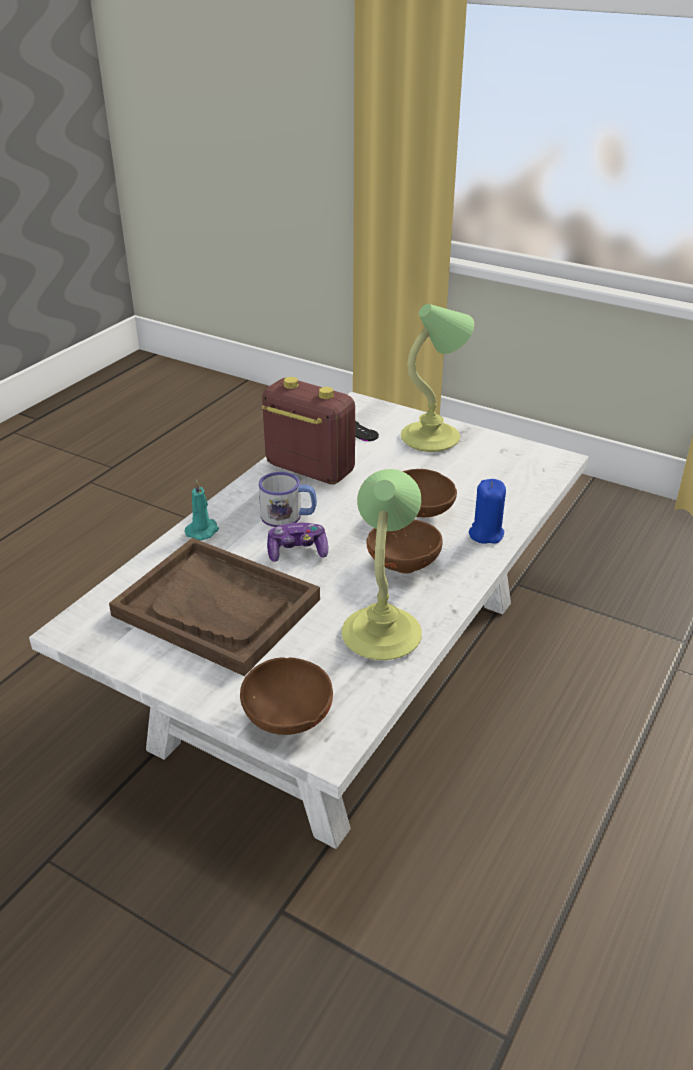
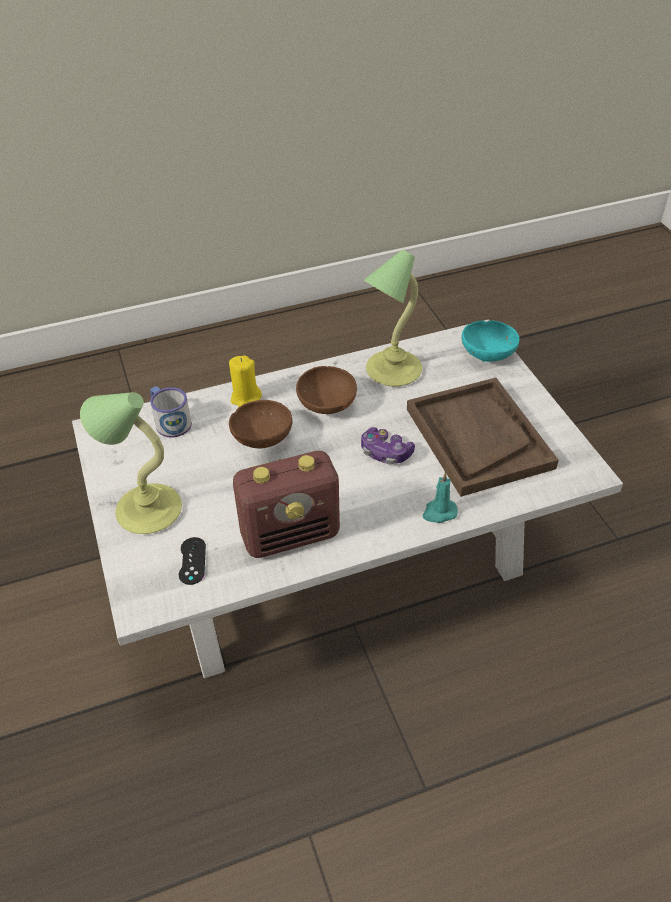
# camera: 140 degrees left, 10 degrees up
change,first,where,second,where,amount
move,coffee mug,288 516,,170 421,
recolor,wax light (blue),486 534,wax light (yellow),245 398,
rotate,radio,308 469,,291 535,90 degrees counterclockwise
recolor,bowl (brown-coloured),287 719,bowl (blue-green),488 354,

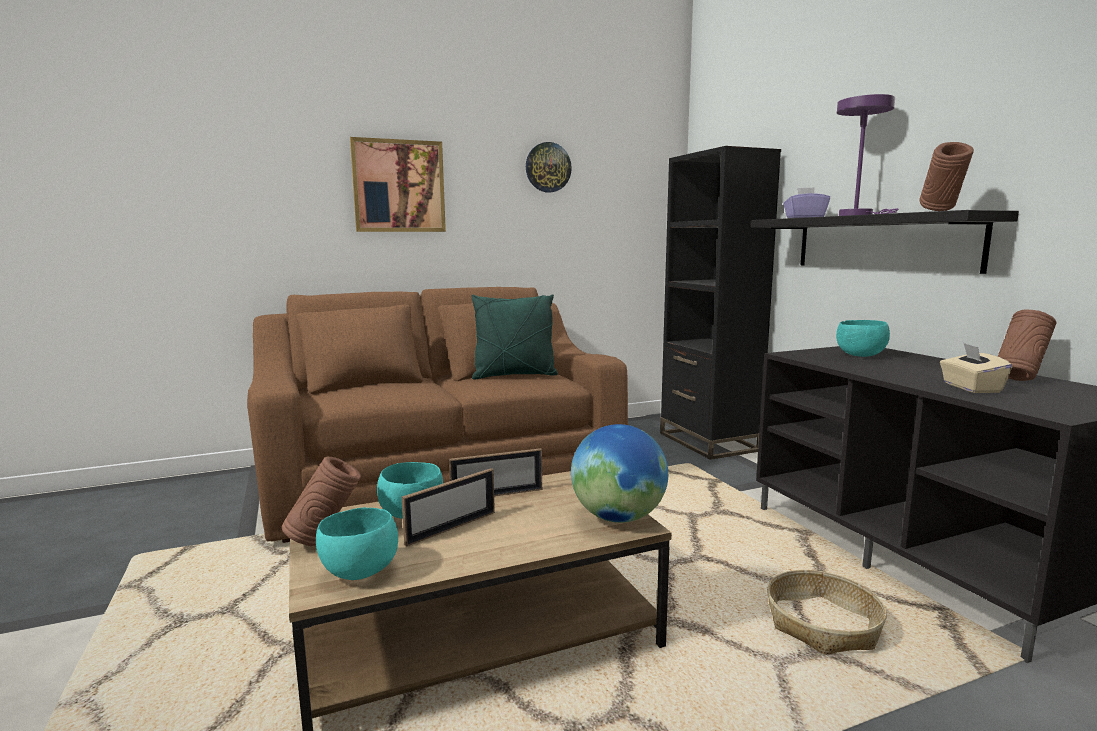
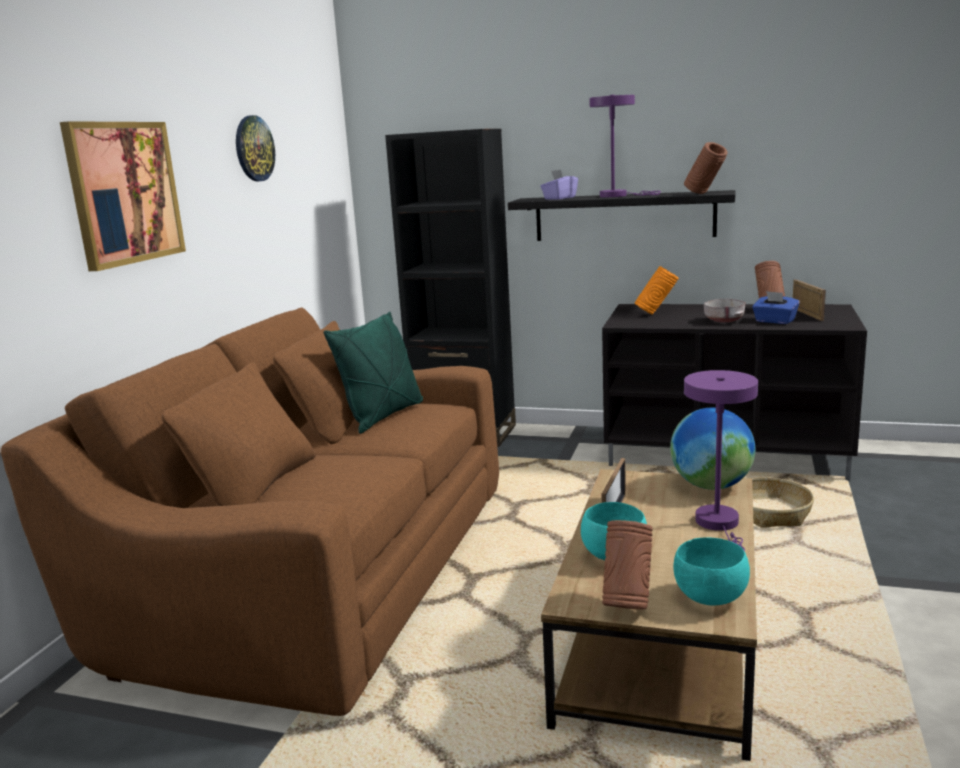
# camera: 50 degrees left, 5 degrees up
change,first,where,second,where,amount
replace,bowl (blue-green),860 356,flower vase (orangey),656 314,
insert,,,table lamp (purple),720 525,
insert,,,bowl (greyish),723 321,
recolor,box of tissues (beige-coloured),970 388,box of tissues (blue),774 321,
move,photo frame,451 528,,807 314,

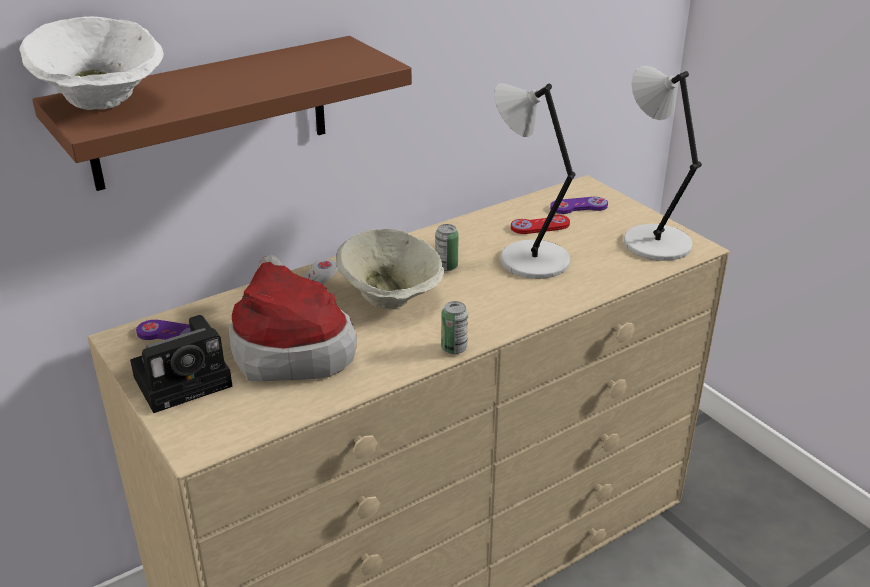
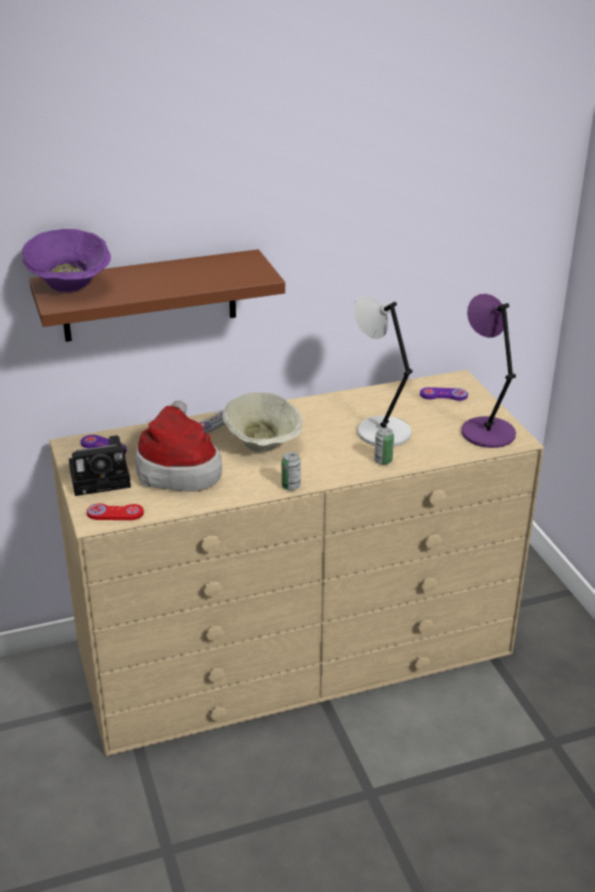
# camera: 15 degrees right, 0 degrees up
change,first,where,second,where,amount
recolor,bowl (white-coloured),103 102,bowl (purple),70 286,
move,joypad (red-coloured),540 226,,115 513,
move,can,446 266,,383 461,
recolor,table lamp (greyish),653 242,table lamp (purple),485 432,

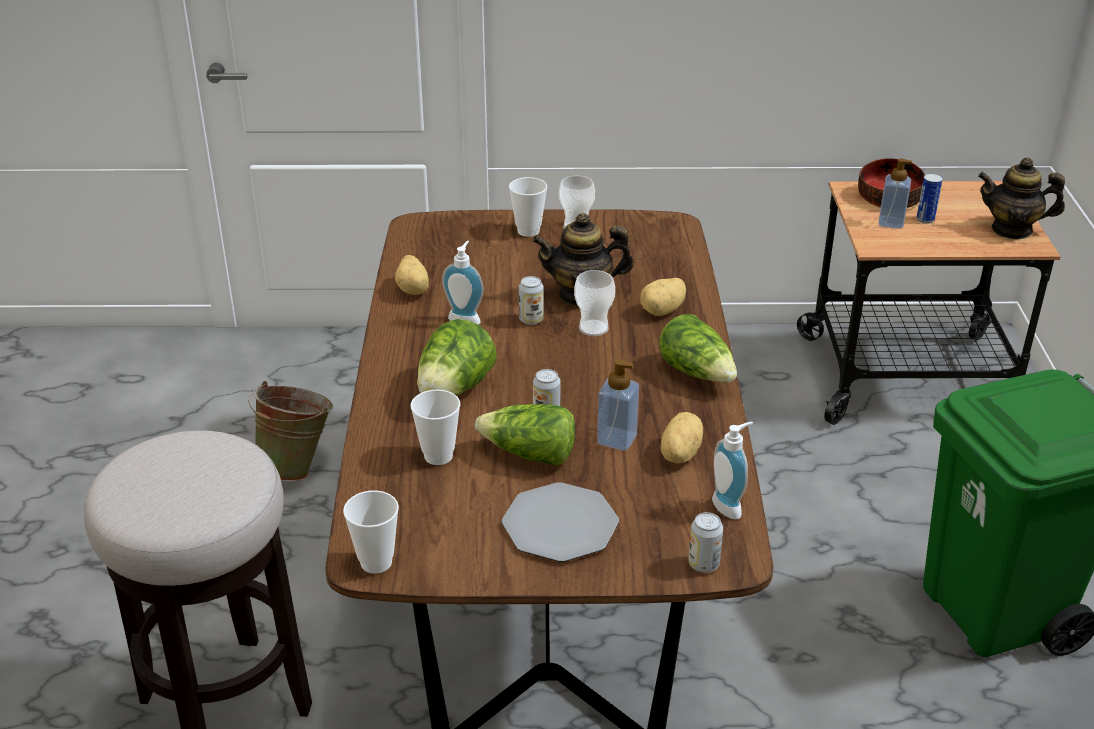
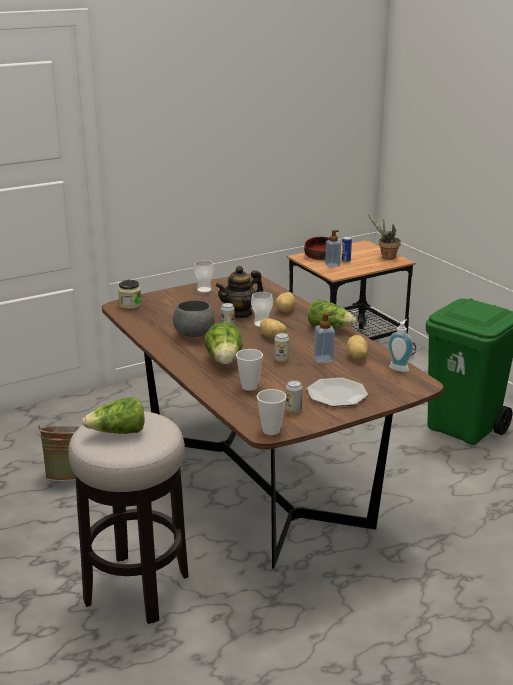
# camera: 30 degrees left, 10 degrees down
change,first,where,second,where,amount
move,lettuce,530 454,,118 432,
insert,,,jar,130 305,
replace,soap bottle,465 318,bowl (greyish),194 335,
move,potato,413 289,,273 337,
move,can,703 564,,293 410,
replace,teapot,1012 230,houseplant,386 257,
delete,cup,528 231,,,

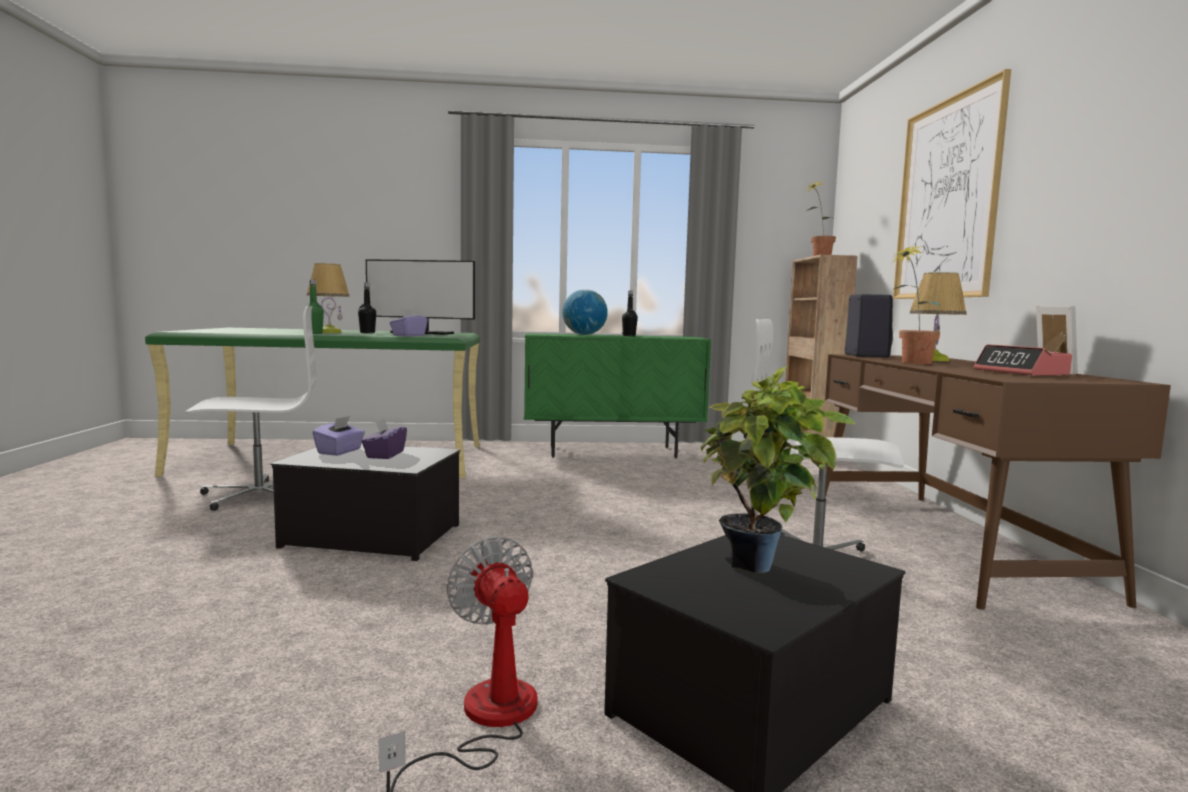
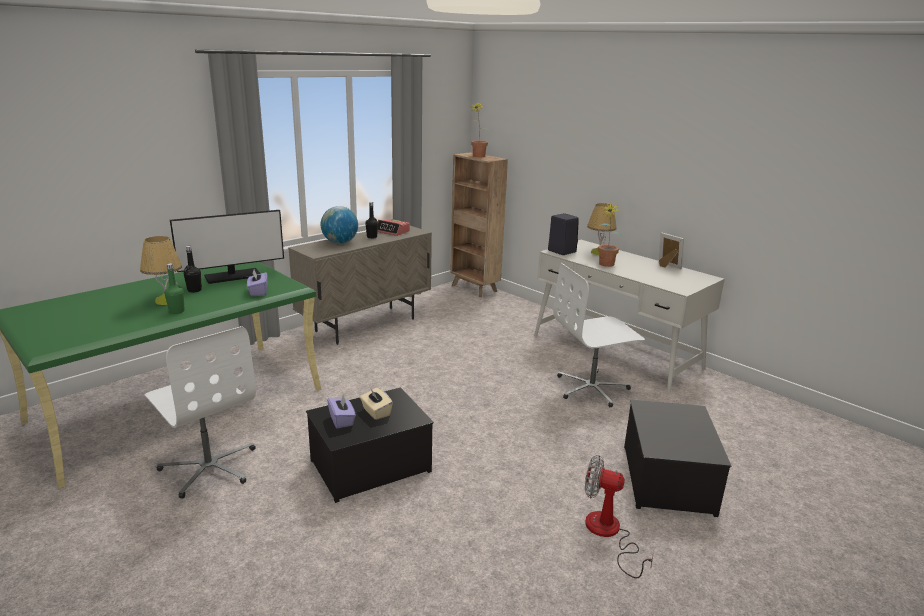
# camera: 40 degrees left, 15 degrees up
change,first,where,second,where,amount
rotate,office chair (white-coloured),258 495,,210 467,105 degrees clockwise
recolor,storage cabinet (green-coloured),612 452,storage cabinet (beige-coloured),366 325,
recolor,box of tissues (purple),384 455,box of tissues (beige-coloured),376 412,
move,table clock,1021 373,,392 231,
recolor,desk unit (brown-coloured),943 542,desk unit (white-coloured),615 351,
delete,houseplant,759 570,,,
delete,wall art,947 199,,,

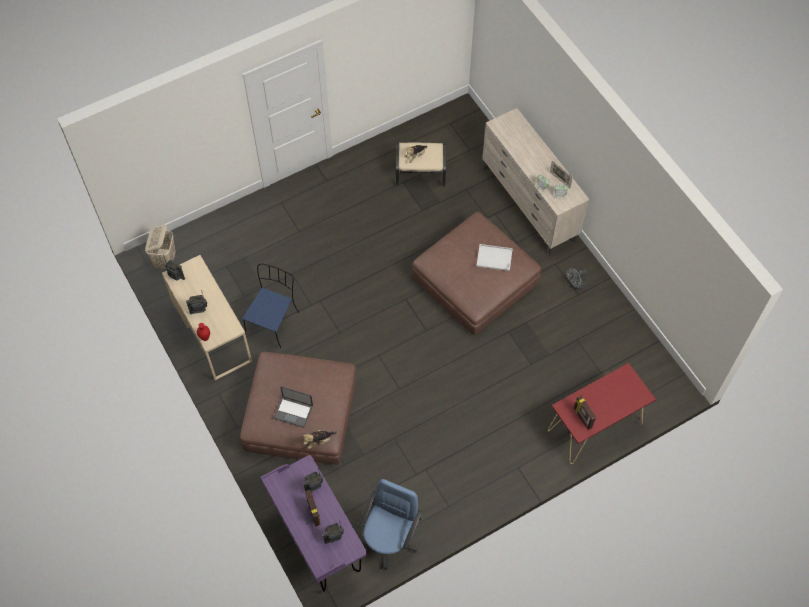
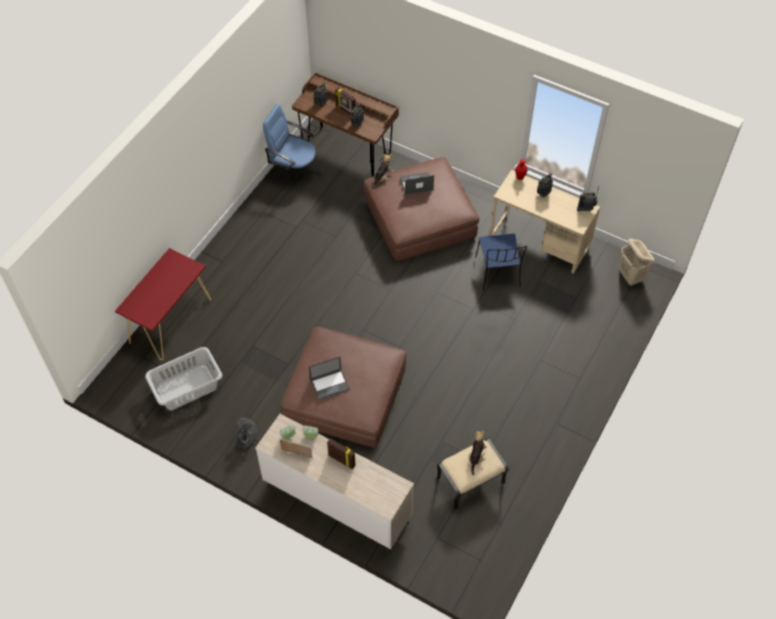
# camera: 150 degrees right, 5 degrees down
change,first,where,second,where,amount
insert,,,washing basket (greyish),186 387,
rotate,office chair (blue),389 539,,294 173,120 degrees clockwise
recolor,desk unit (purple),317 540,desk unit (brown-coloured),347 150,
replace,carrying tray (white-coloured),493 258,laptop,330 384,
move,photo frame,582 418,,342 460,

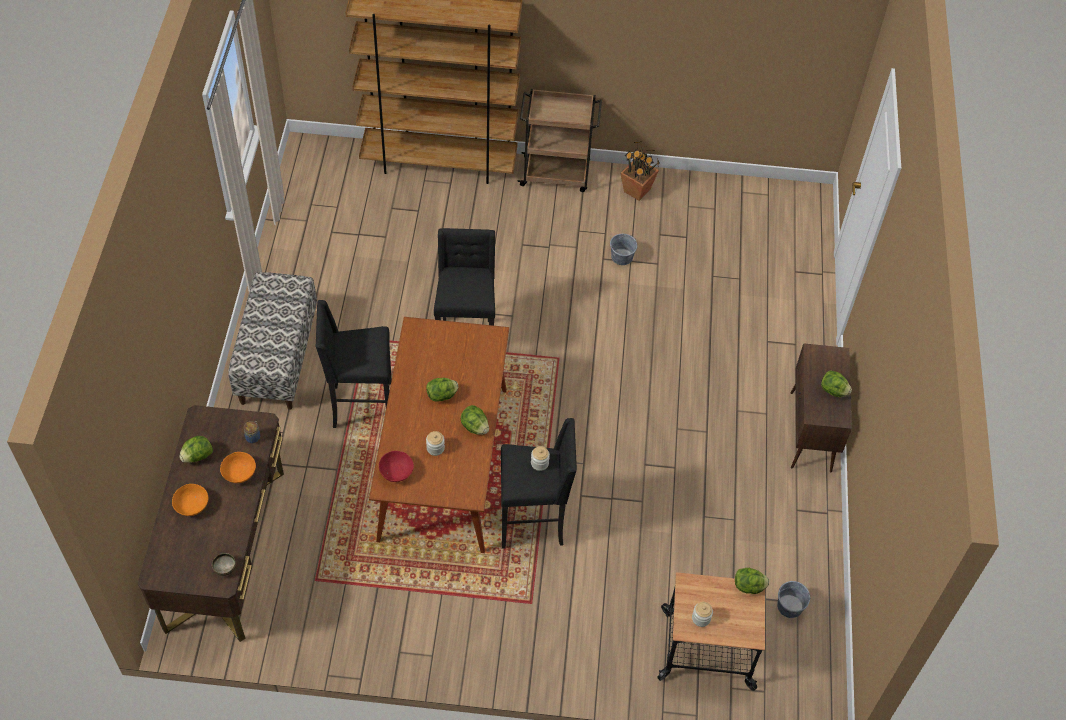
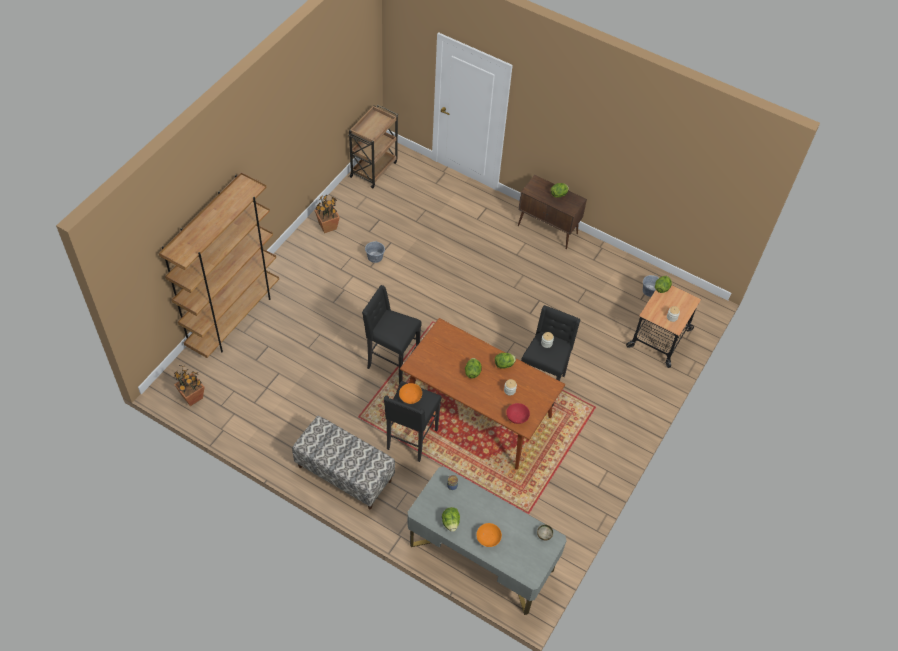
# camera: 65 degrees left, 0 degrees up
change,first,where,second,where,amount
insert,,,houseplant,192 397,
move,trolley (brown-coloured),556 174,,374 169,
move,bowl (orangey),239 473,,410 397,
recolor,desk unit (brown-coloured),225 549,desk unit (greyish),481 557,

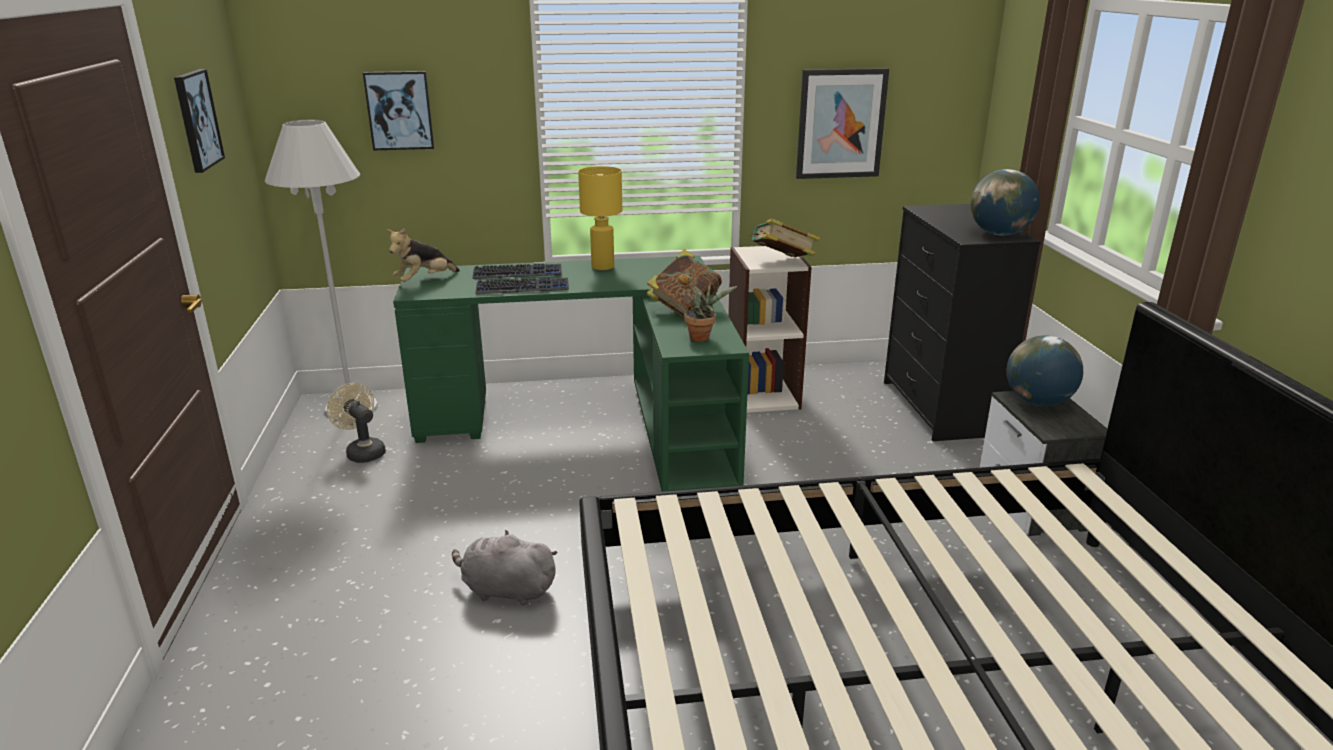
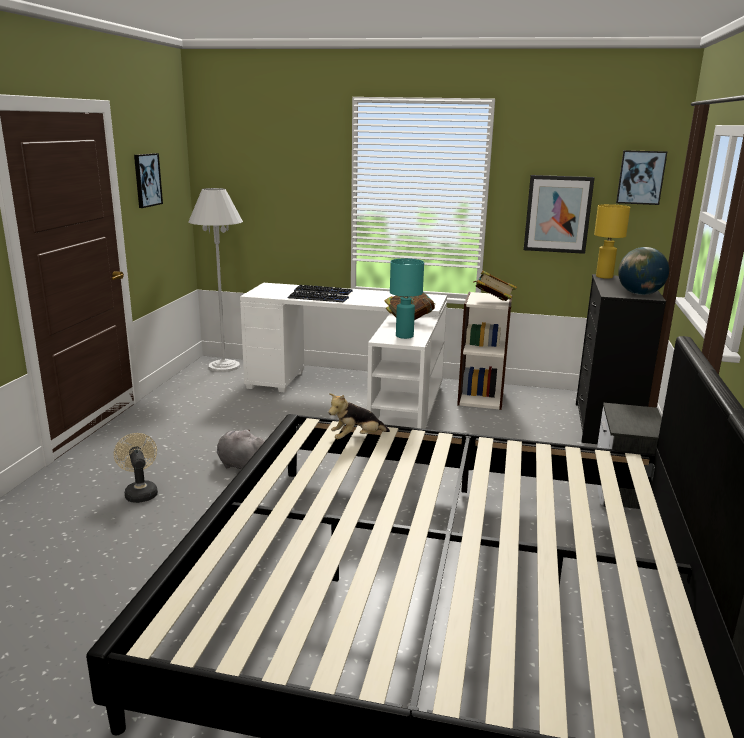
# camera: 20 degrees right, 5 degrees down
change,first,where,second,where,amount
move,electric fan (beige-coloured),362 452,,140 492,
recolor,desk unit (green-coloured),596 424,desk unit (white-coloured),358 396,
move,plush toy,424 281,,356 438,
replace,houseplant,702 337,table lamp (blue-green),404 336,
move,table lamp (yellow),603 267,,604 277,
move,wall art,399 110,,640 177,
delete,world globe,1038 402,,,

